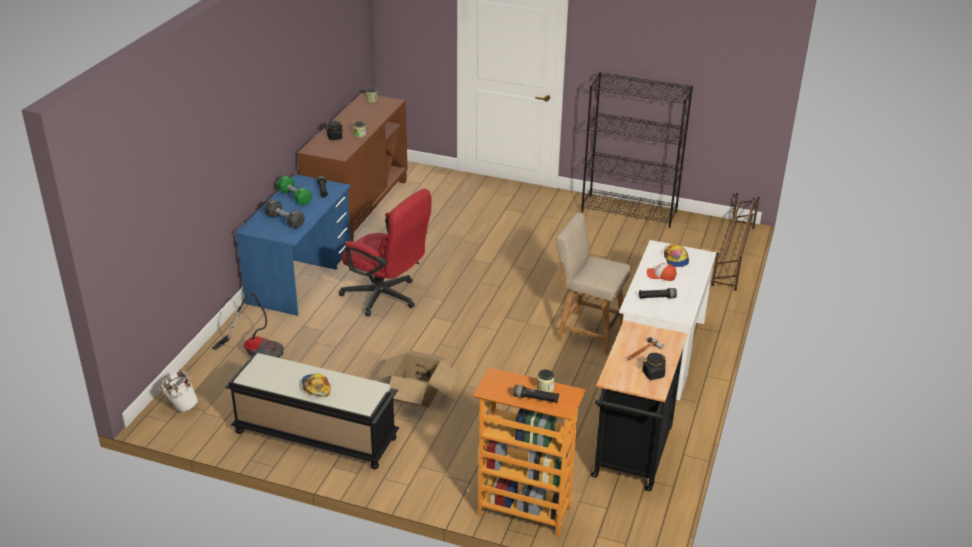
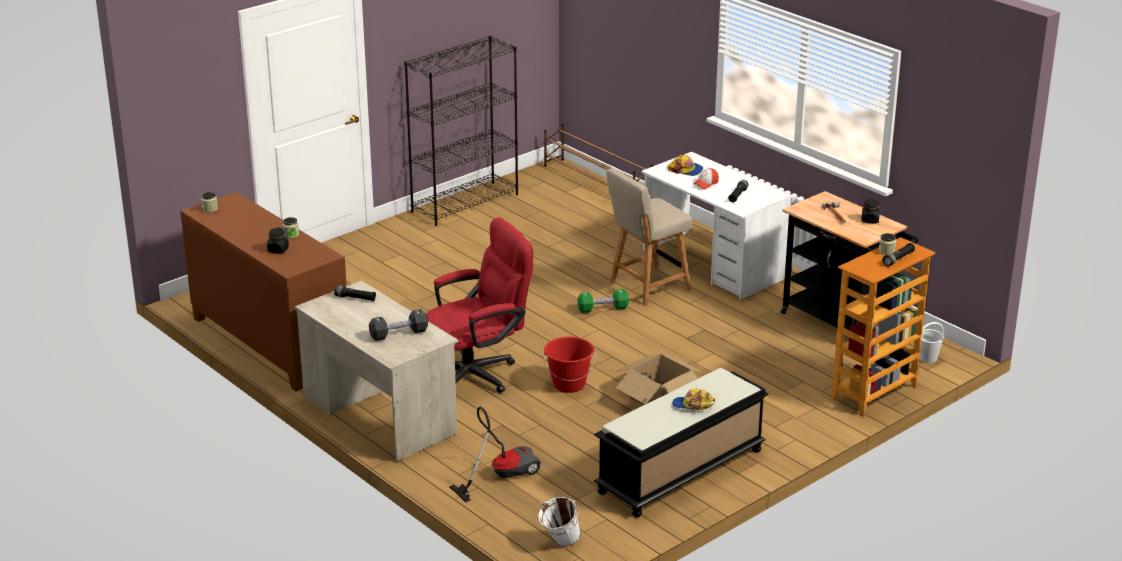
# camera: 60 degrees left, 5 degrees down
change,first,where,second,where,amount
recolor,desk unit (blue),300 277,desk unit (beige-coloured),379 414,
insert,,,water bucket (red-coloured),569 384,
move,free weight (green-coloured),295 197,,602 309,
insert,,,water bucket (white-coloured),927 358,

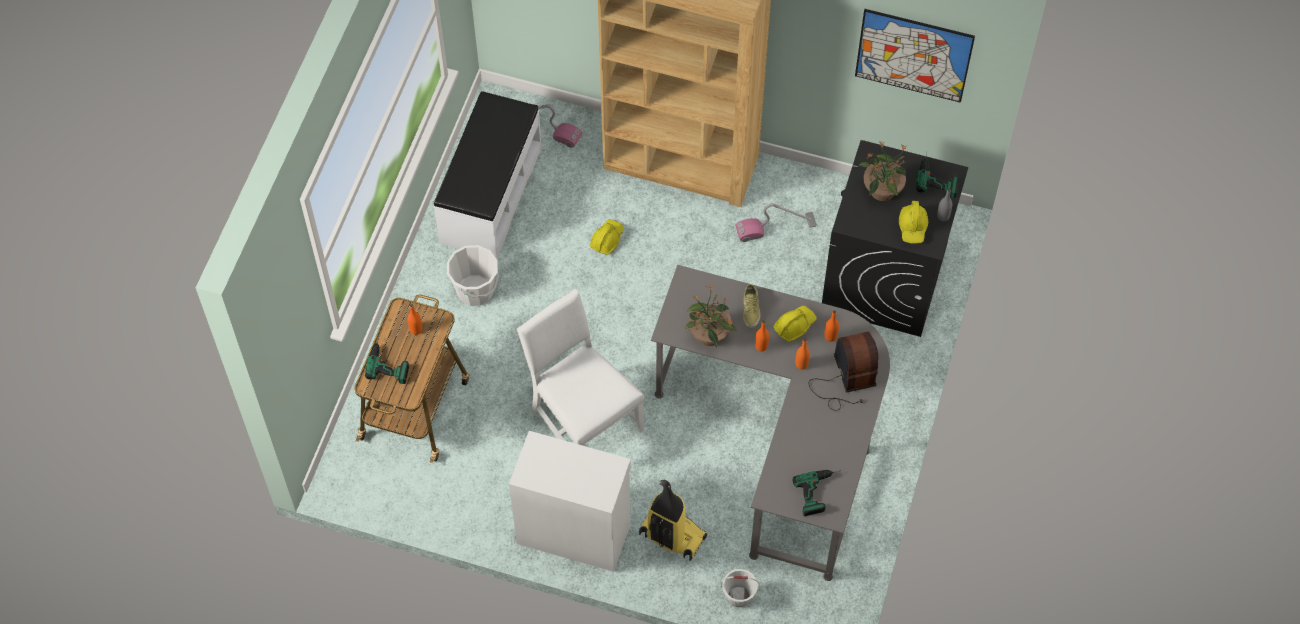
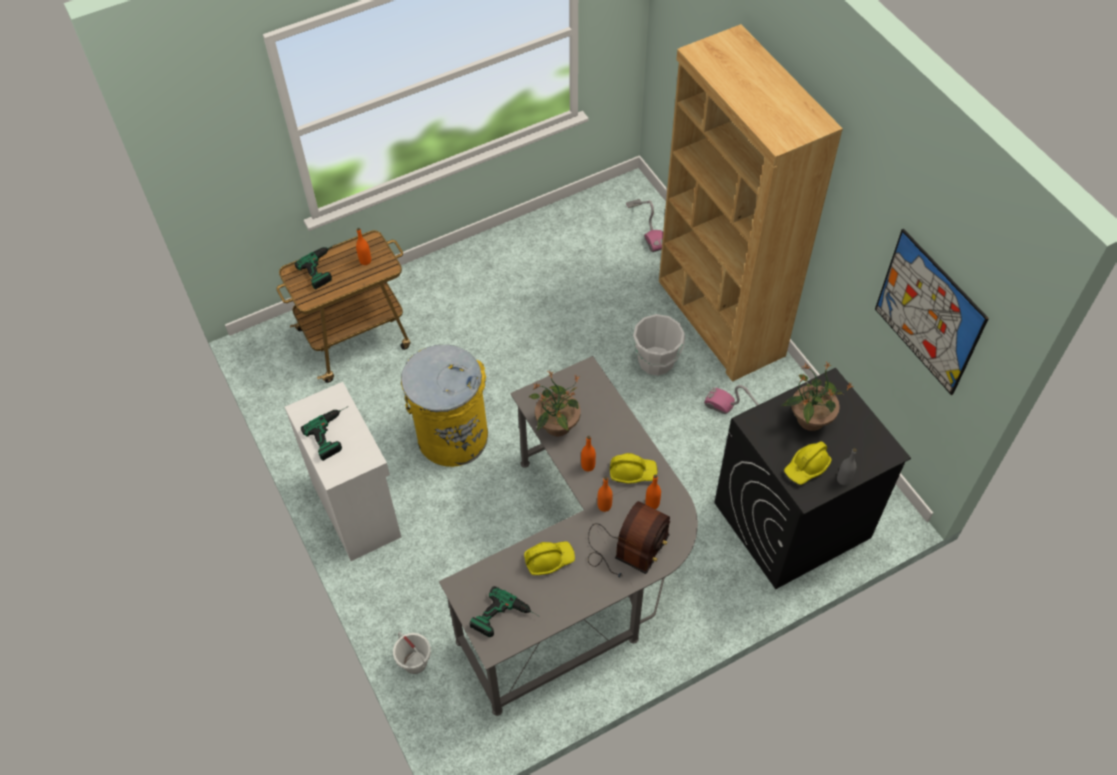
# camera: 45 degrees right, 5 degrees down
change,first,where,second,where,amount
move,electric drill,937 176,,334 433,
replace,plain chair (white-coloured),582 419,waste bin (yellow),452 436,
move,safety helmet (yellow),607 239,,549 559,
move,water bucket (white-coloured),475 291,,656 361,
delete,indoor bench (white-coloured),490 195,,,
delete,vacuum cleaner,671 536,,,
delete,low shoe (beige-coloured),751 309,,,

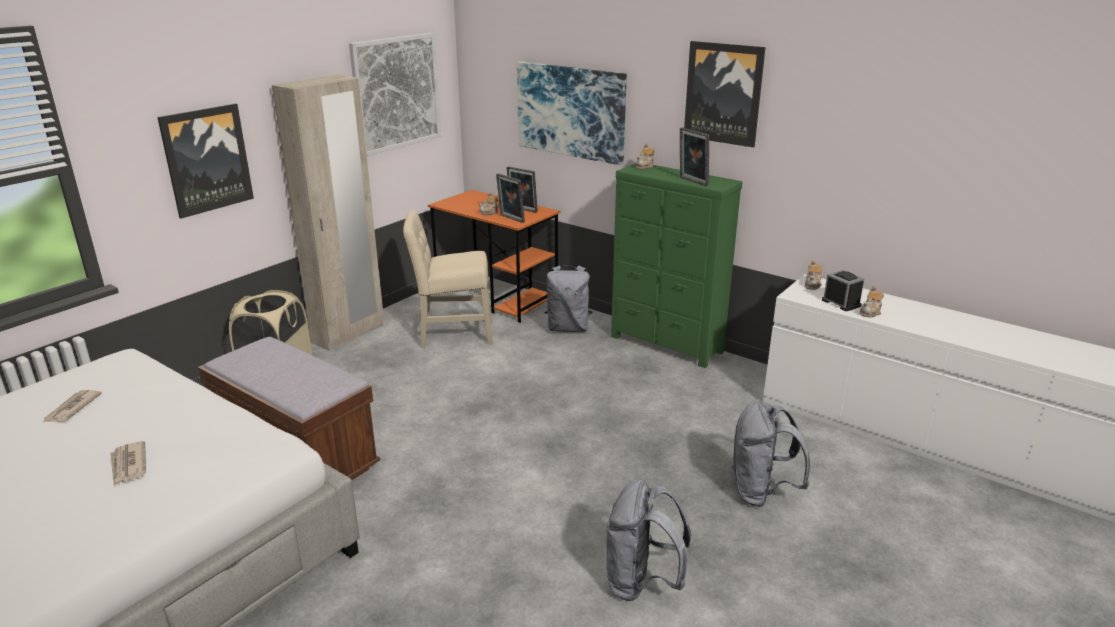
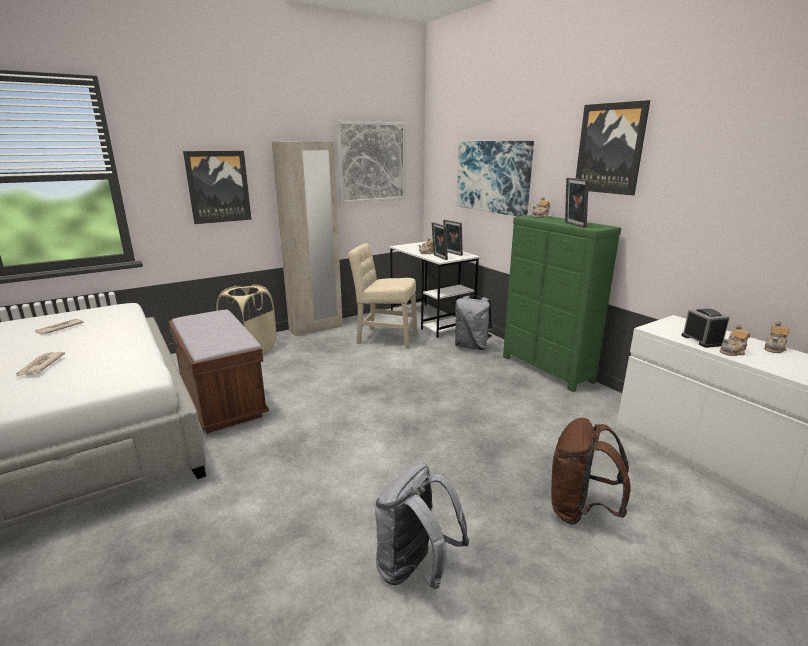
# camera: 20 degrees right, 5 degrees down
change,first,where,second,where,amount
recolor,desk unit (orangey),497 297,desk unit (white-coloured),431 320,
recolor,knapsack (greyish),761 492,knapsack (brown-coloured),580 510,
move,teapot,812 285,,774 348,

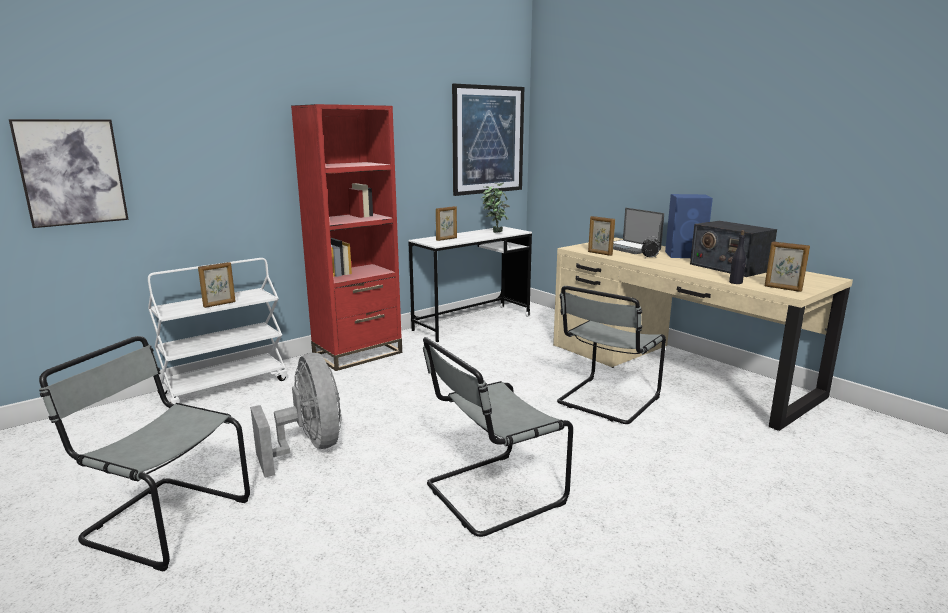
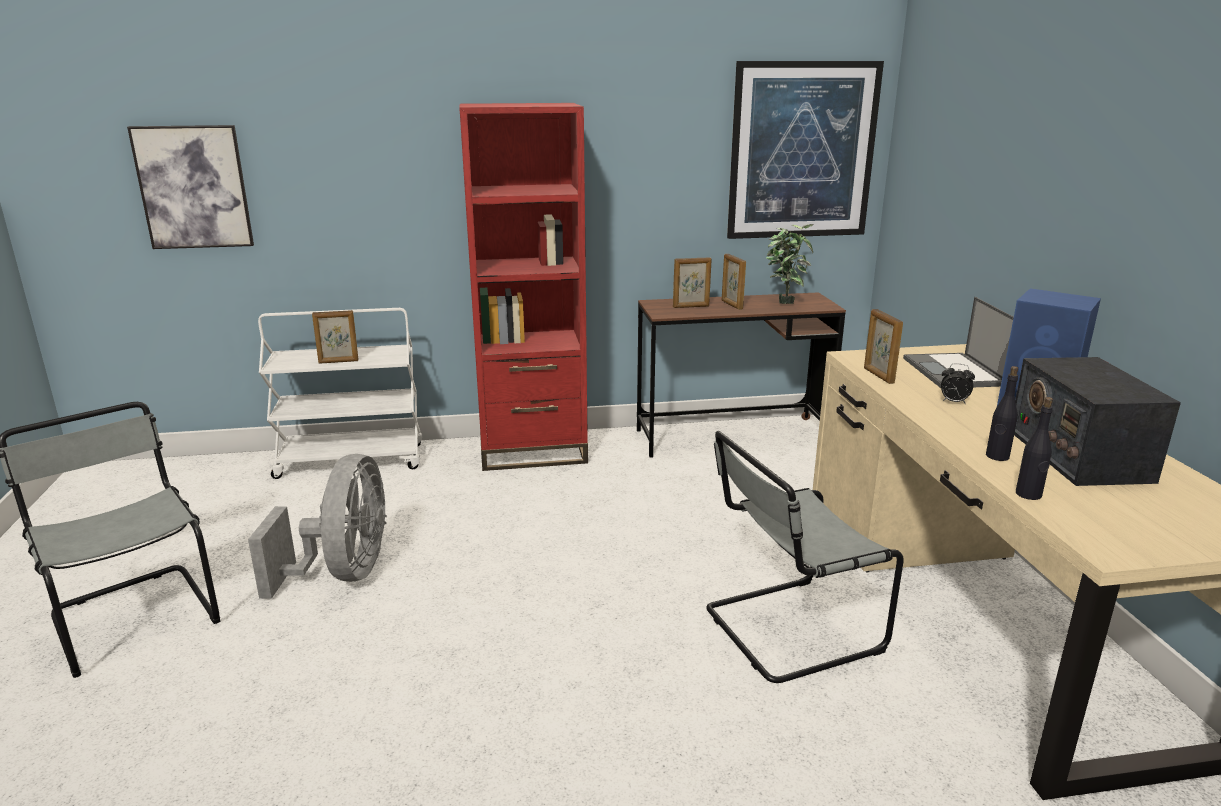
# camera: 30 degrees right, 5 degrees up
change,first,where,second,where,amount
recolor,desk unit (white-coloured),472 323,desk unit (brown-coloured),732 437,
move,photo frame,782 288,,731 305,
insert,,,beverage bottle (black),997 456,
delete,plain chair (greyish),490 494,,,

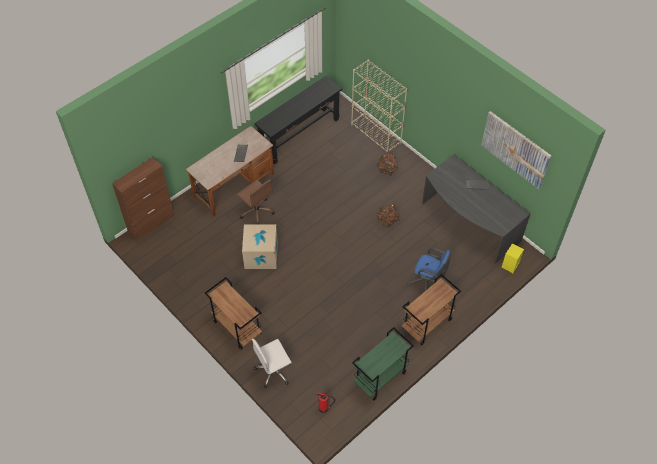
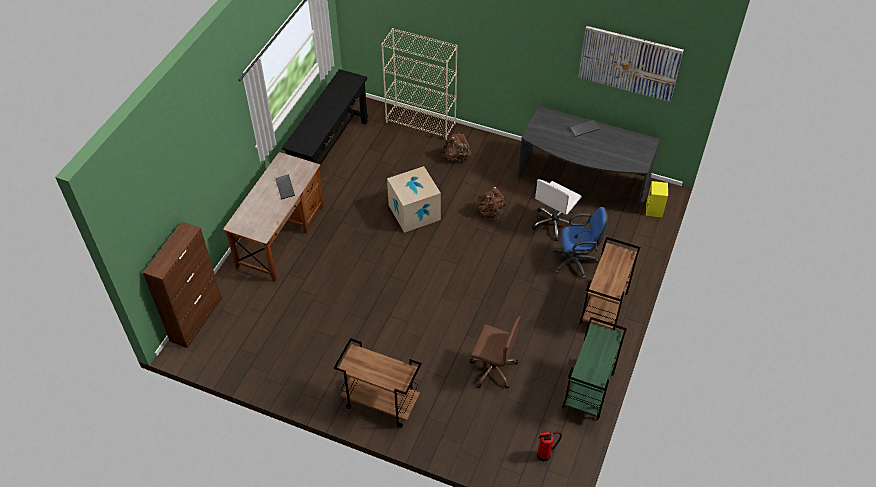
# camera: 25 degrees left, 5 degrees down
change,first,where,second,where,amount
move,packing box,261 255,,414 212,
move,office chair (brown-coloured),256 211,,492 368,
move,office chair (white-coloured),274 371,,554 223,

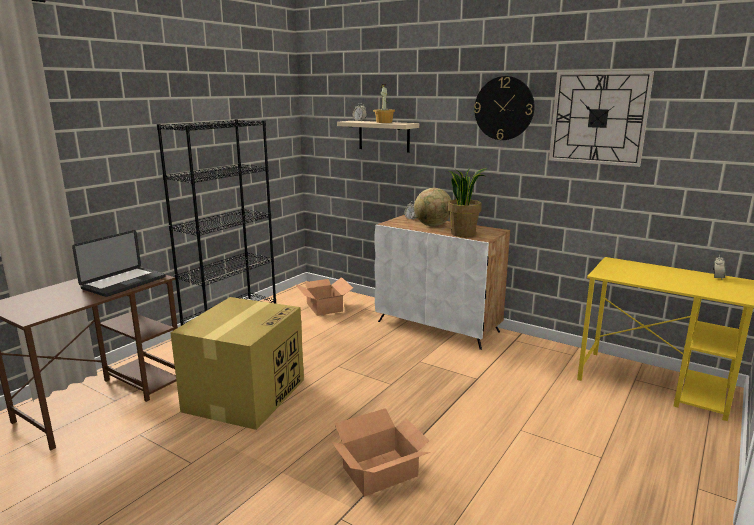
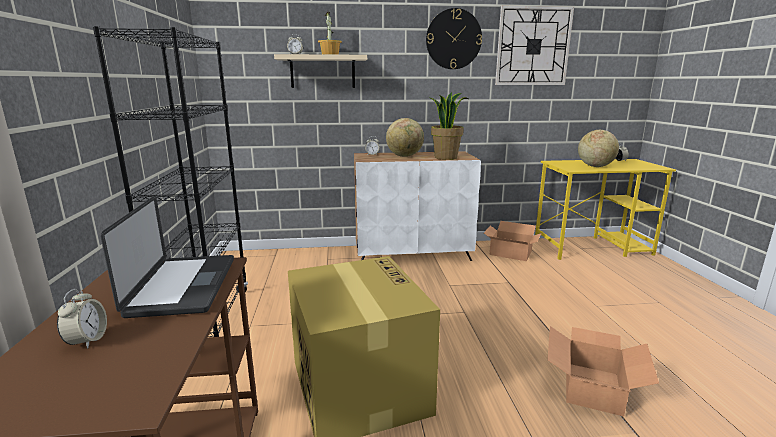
# camera: 40 degrees left, 0 degrees up
change,first,where,second,where,amount
insert,,,table clock,87 340,
move,packing box,325 307,,510 253,
insert,,,world globe,595 166,

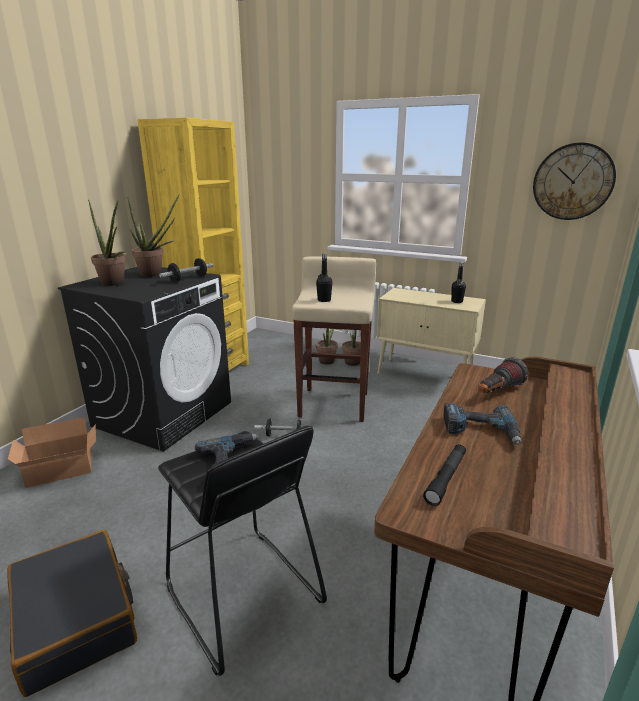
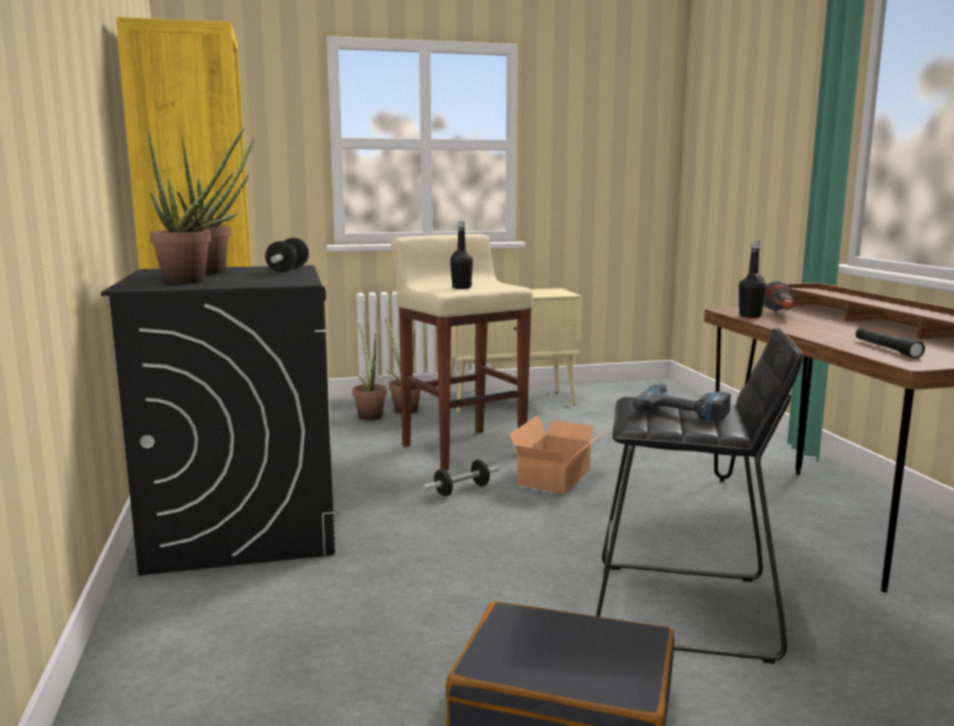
# camera: 40 degrees left, 10 degrees down
change,first,where,second,where,amount
move,packing box,62 470,,558 477,
move,beverage bottle (black),457 301,,750 316,
delete,electric drill,480 430,,,
delete,wall clock,573 182,,,

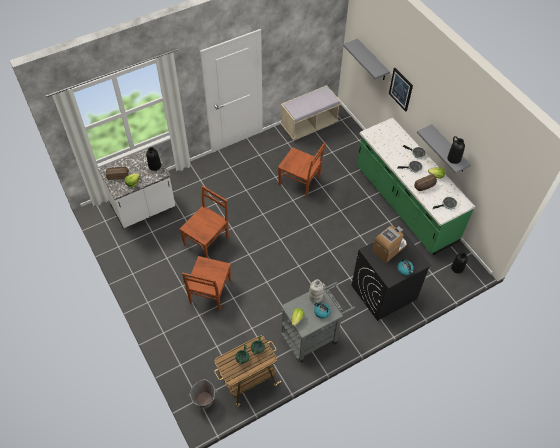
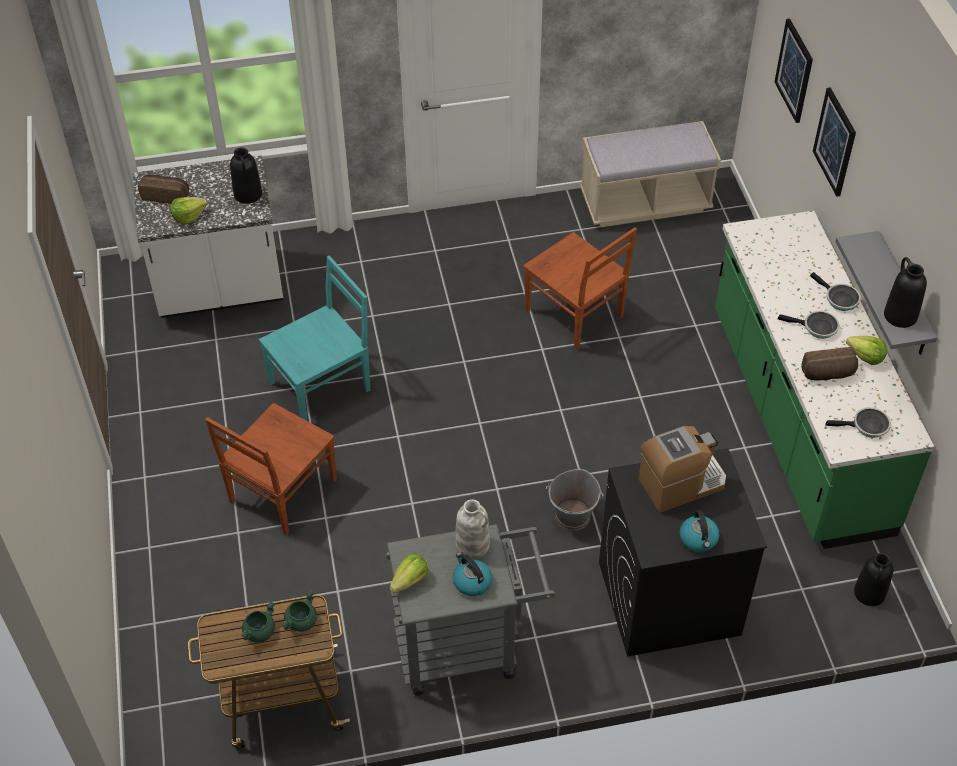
# camera: 20 degrees right, 5 degrees down
change,first,where,second,where,amount
recolor,plain chair (brown-coloured),207 240,plain chair (blue-green),322 385,
move,water bucket (greyish),204 400,,573 516,
replace,shelf (greyish),372 60,wall art,794 70,

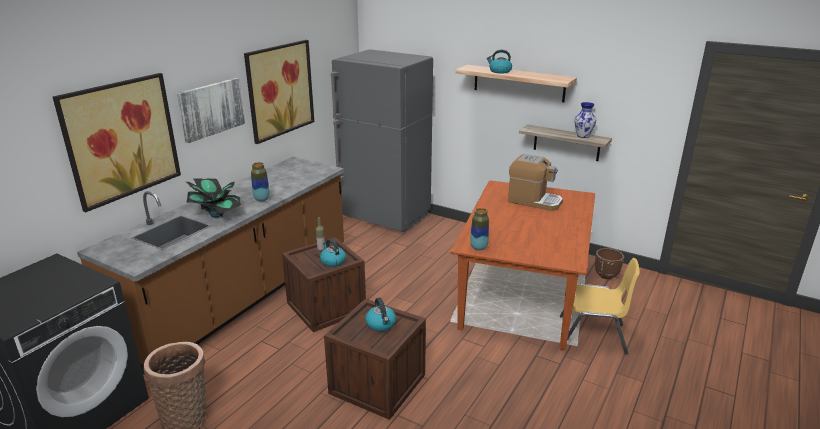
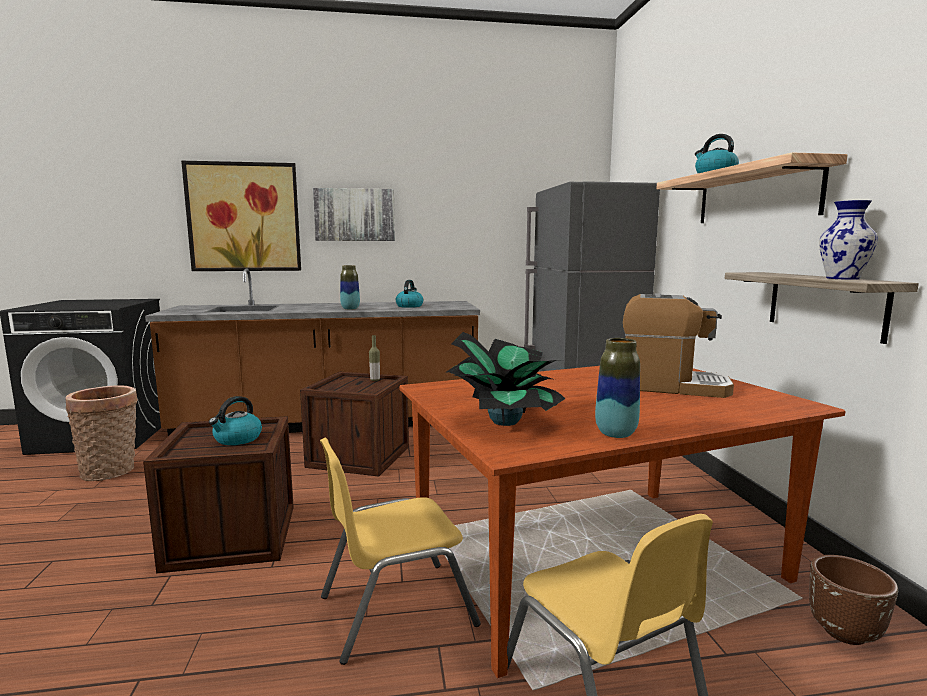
# camera: 50 degrees right, 15 degrees down
change,first,where,second,where,amount
insert,,,plain chair (yellow),396 610,
move,water kettle,332 261,,409 306,
move,houseplant,216 214,,505 421,
move,flower vase,478 247,,616 434,
rotate,coffee maker,534 201,,671 386,60 degrees counterclockwise
delete,wall art,280 90,,,

